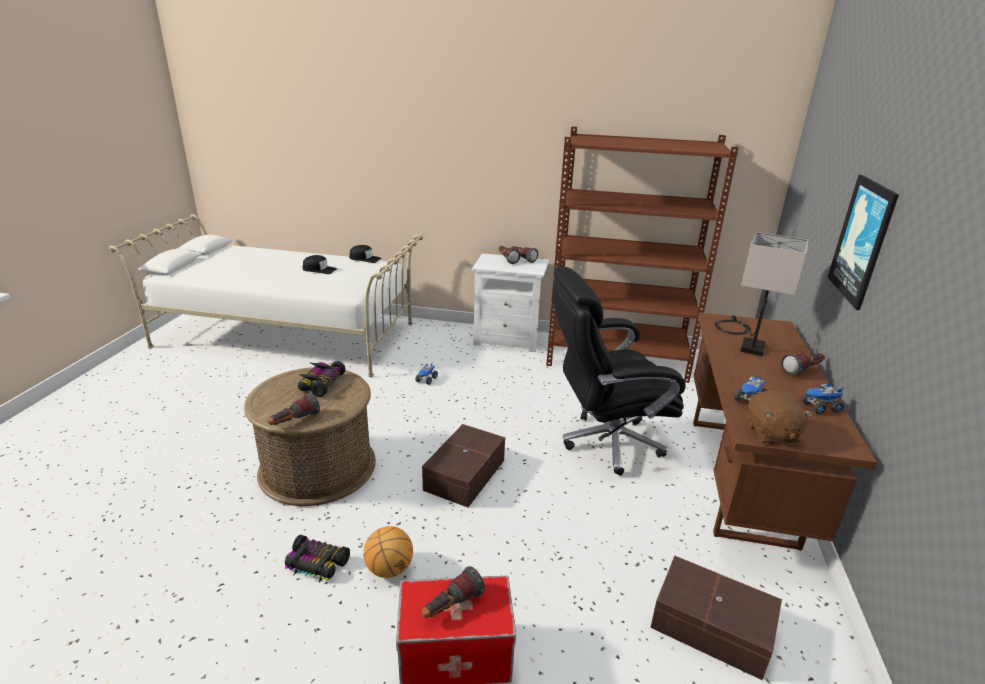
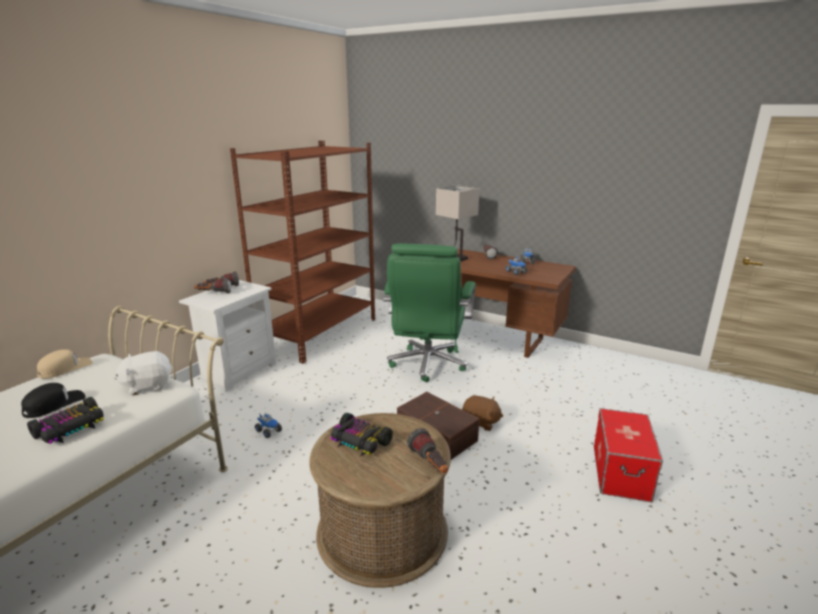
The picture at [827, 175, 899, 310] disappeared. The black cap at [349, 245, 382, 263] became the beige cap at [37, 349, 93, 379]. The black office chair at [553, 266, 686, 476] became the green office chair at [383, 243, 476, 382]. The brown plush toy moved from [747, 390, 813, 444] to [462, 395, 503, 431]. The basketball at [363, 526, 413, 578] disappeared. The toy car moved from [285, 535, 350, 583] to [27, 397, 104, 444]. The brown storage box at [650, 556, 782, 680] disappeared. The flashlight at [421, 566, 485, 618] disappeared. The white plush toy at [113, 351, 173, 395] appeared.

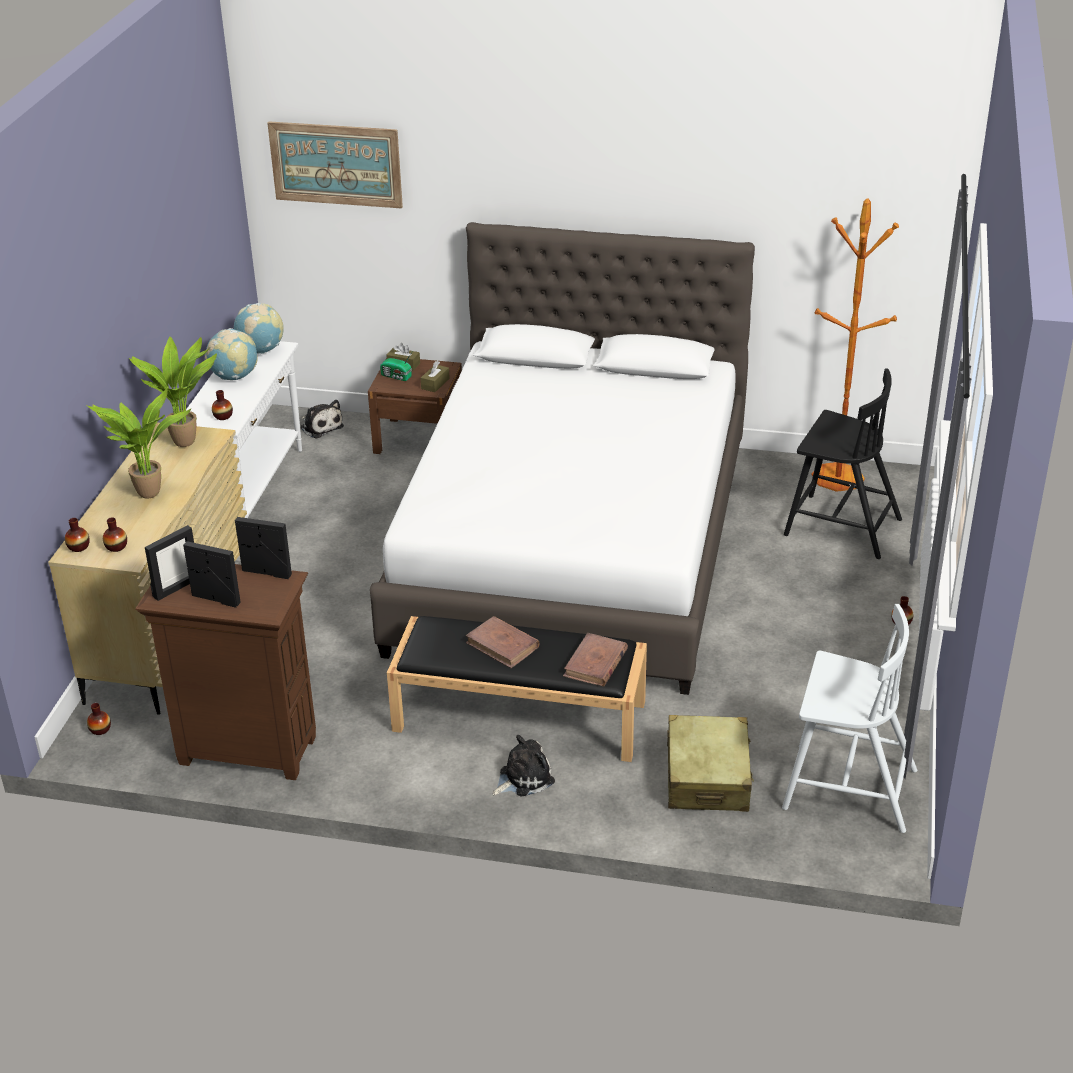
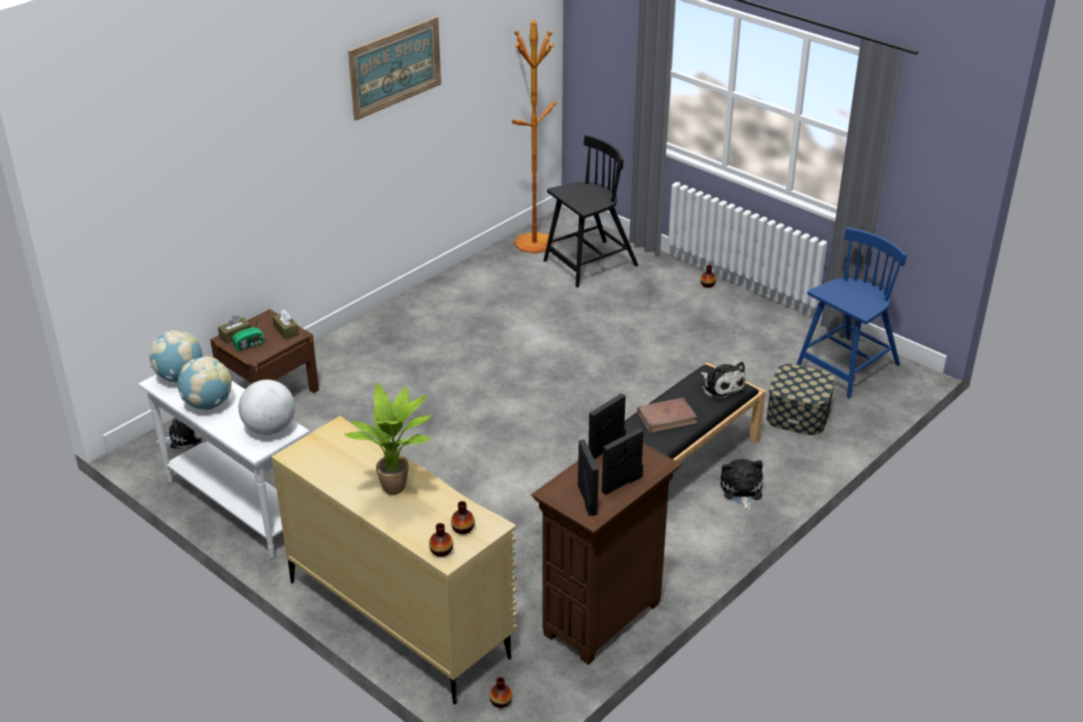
The picture moved from [267, 121, 403, 208] to [348, 17, 441, 121]. The white bed at [370, 222, 755, 695] disappeared. The potted plant at [129, 337, 217, 447] disappeared. The vase at [212, 390, 233, 420] was replaced by the globe at [239, 380, 295, 435]. The white chair at [782, 604, 917, 833] became the blue chair at [796, 227, 907, 398]. The brown book at [563, 633, 628, 687] was replaced by the plush toy at [700, 362, 746, 401]. The beige suitcase at [667, 715, 754, 812] was replaced by the storage box at [766, 364, 835, 435].

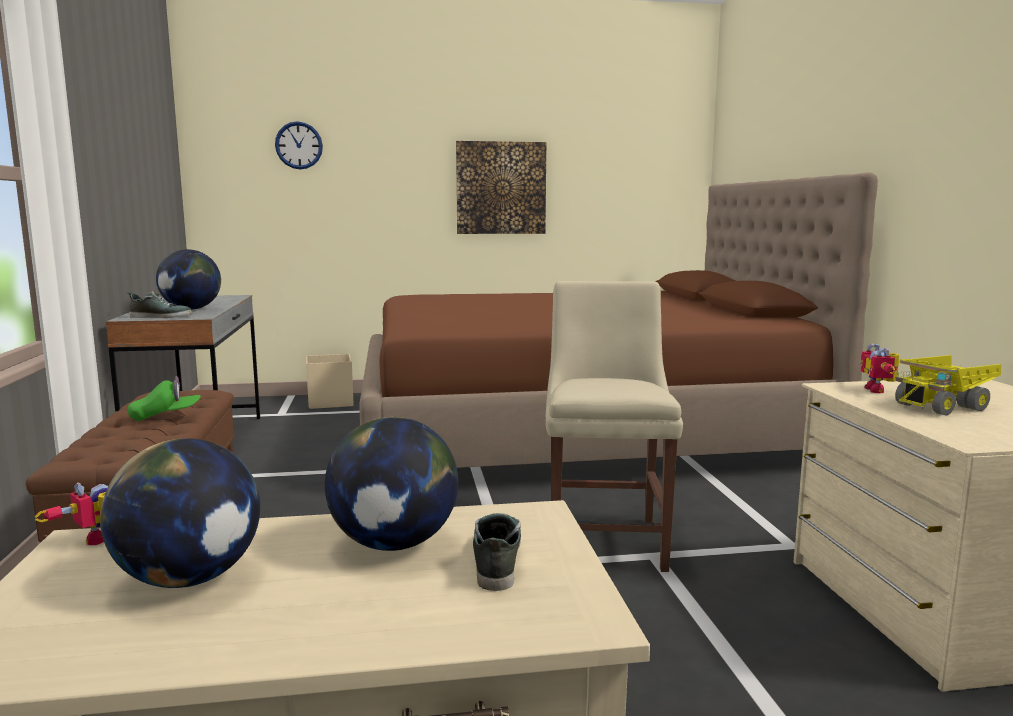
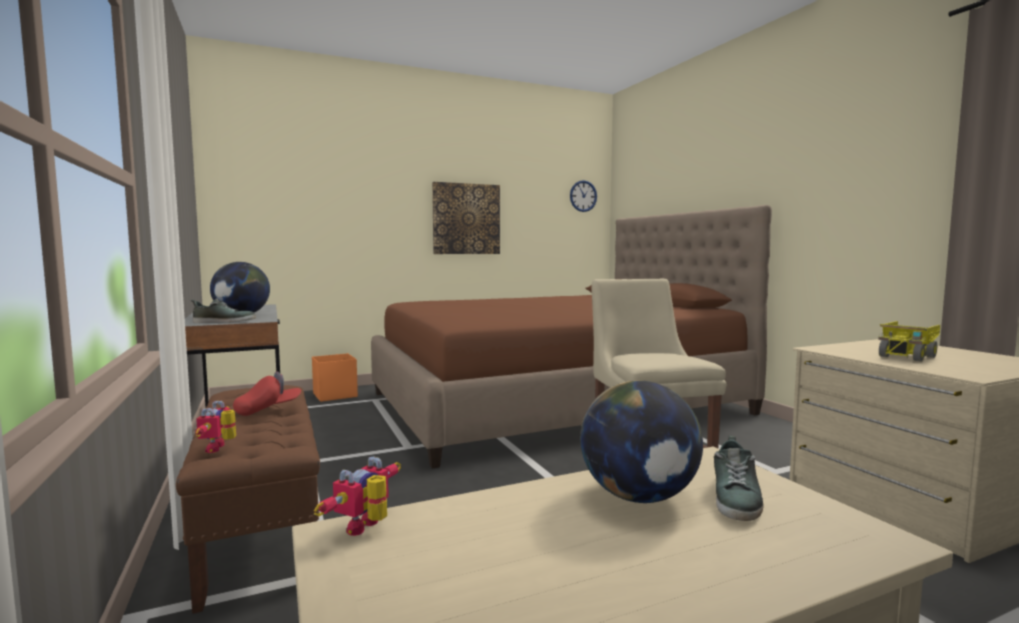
The wall clock moved from [275, 121, 323, 169] to [570, 180, 597, 212]. The toy robot moved from [861, 343, 900, 393] to [195, 401, 236, 453]. The beige storage box at [306, 354, 353, 409] became the orange storage box at [312, 353, 358, 402]. The green cap at [127, 376, 201, 421] became the red cap at [233, 371, 301, 416]. The globe at [100, 438, 260, 588] disappeared. The shoe at [473, 513, 521, 591] turned 150 degrees counterclockwise.

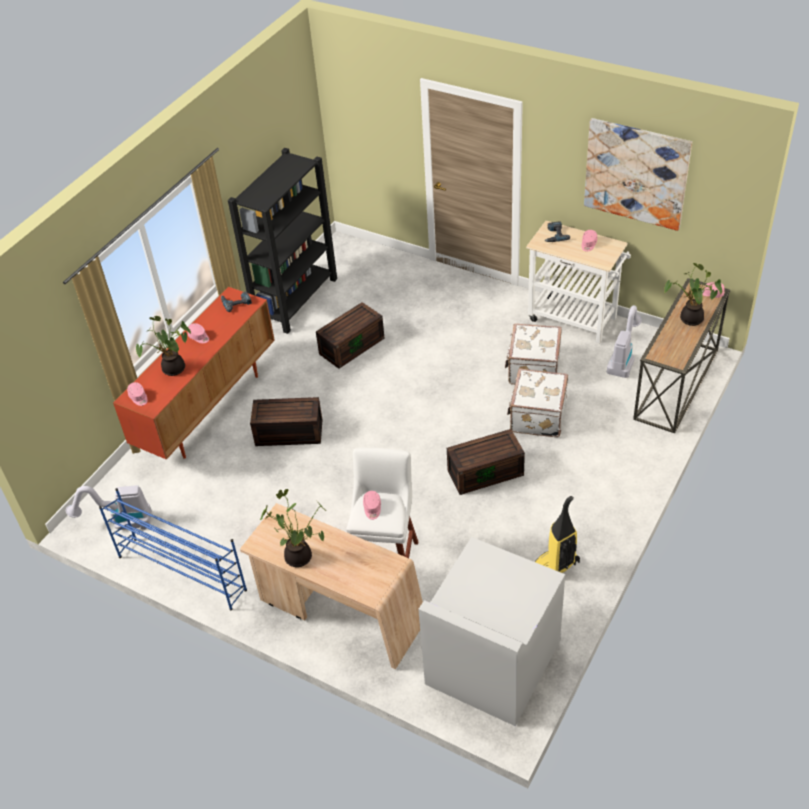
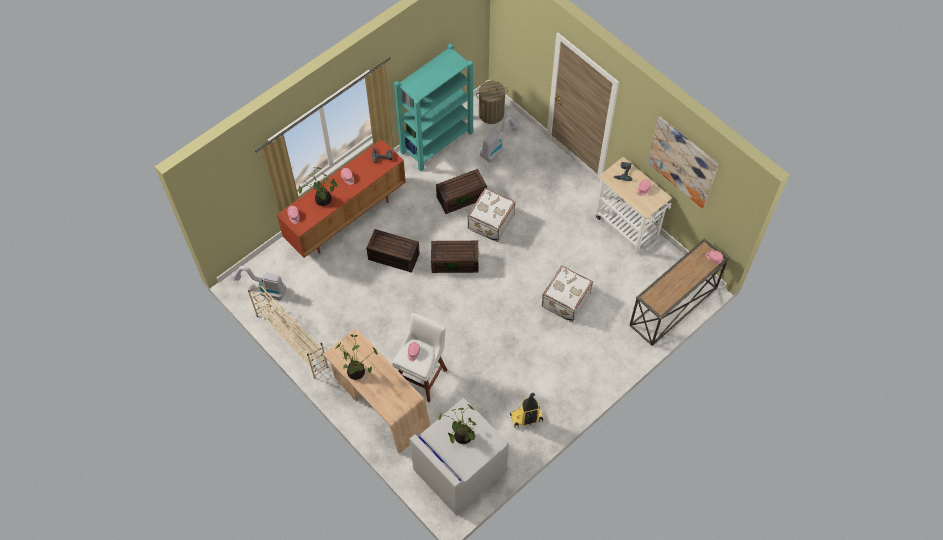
The black bookcase at [228, 148, 337, 334] became the turquoise bookcase at [394, 43, 473, 171]. The potted plant moved from [664, 263, 722, 326] to [438, 404, 476, 444]. The vacuum cleaner moved from [607, 305, 642, 378] to [480, 116, 519, 163]. The white suitcase moved from [505, 323, 562, 385] to [467, 188, 516, 242]. The brown storage box moved from [447, 429, 525, 495] to [431, 241, 479, 273]. The blue shoe rack at [99, 488, 247, 611] became the beige shoe rack at [248, 280, 329, 379]. The laundry basket at [476, 81, 508, 124] appeared.

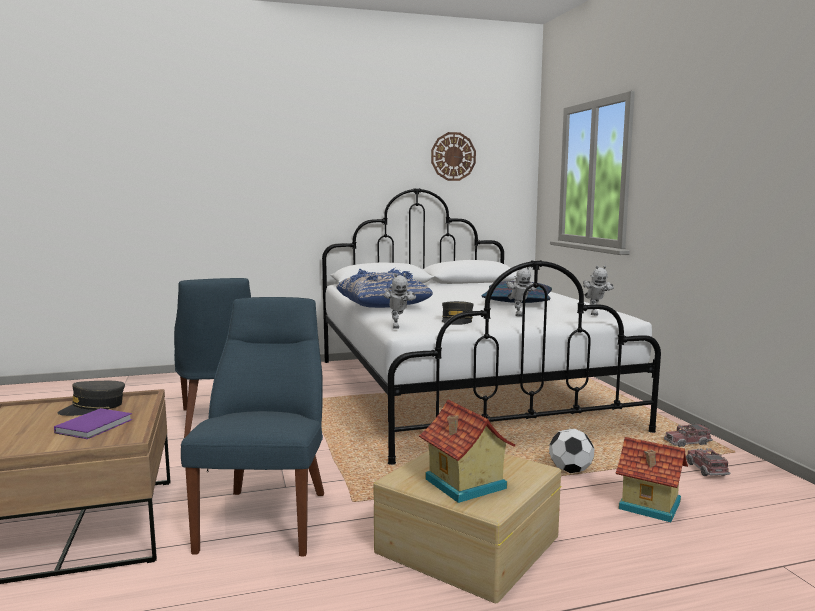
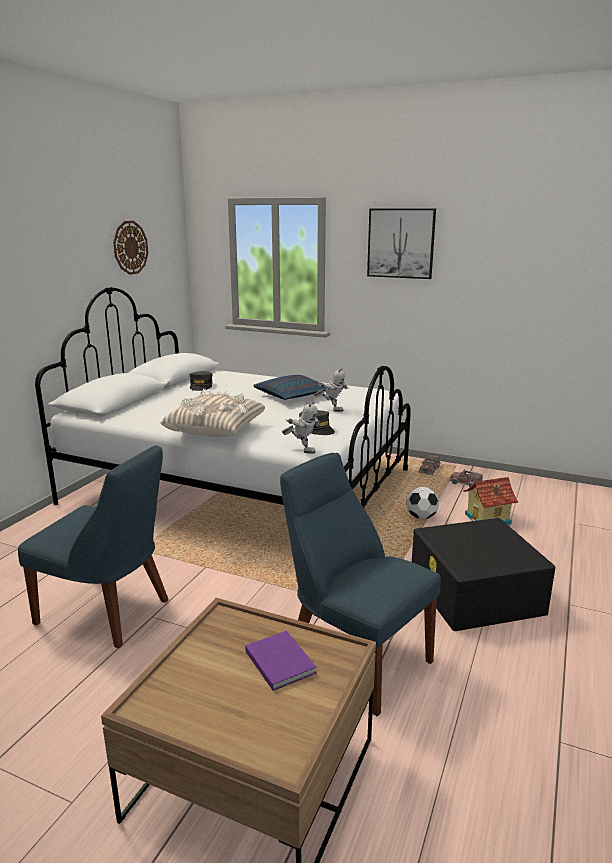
The toy robot at [583, 266, 614, 315] disappeared. The blue pillow at [336, 267, 433, 308] became the beige pillow at [161, 388, 265, 437]. The grey cap moved from [58, 381, 125, 416] to [189, 371, 213, 391]. The toy house at [419, 400, 516, 503] disappeared. The beige storage box at [373, 451, 562, 603] became the black storage box at [412, 518, 555, 631]. The picture at [367, 209, 436, 279] appeared.

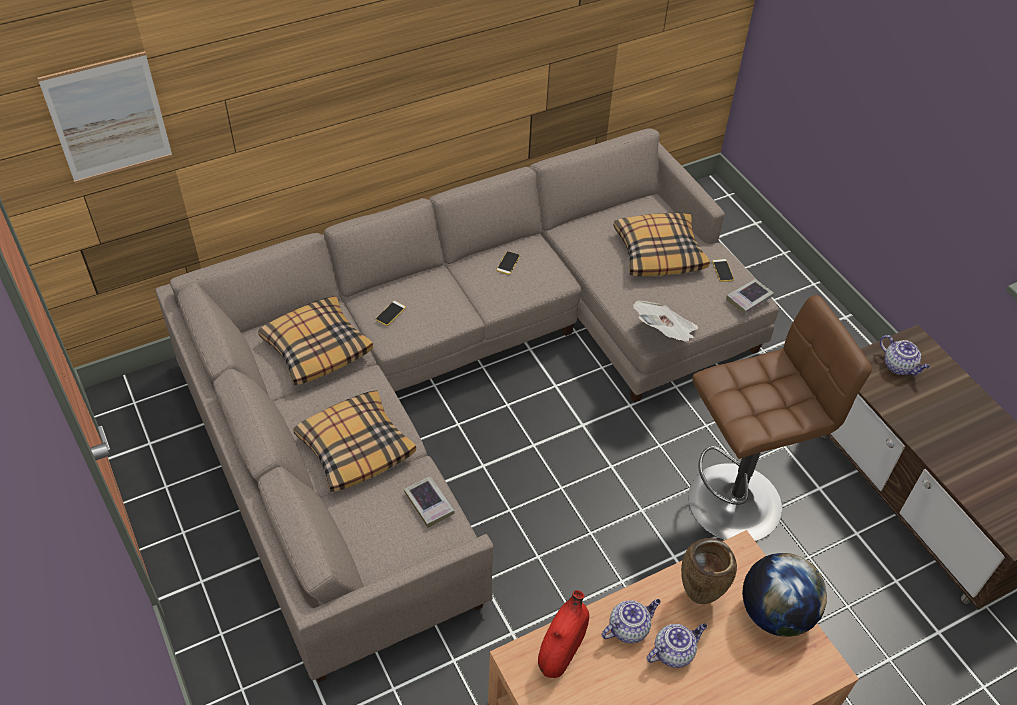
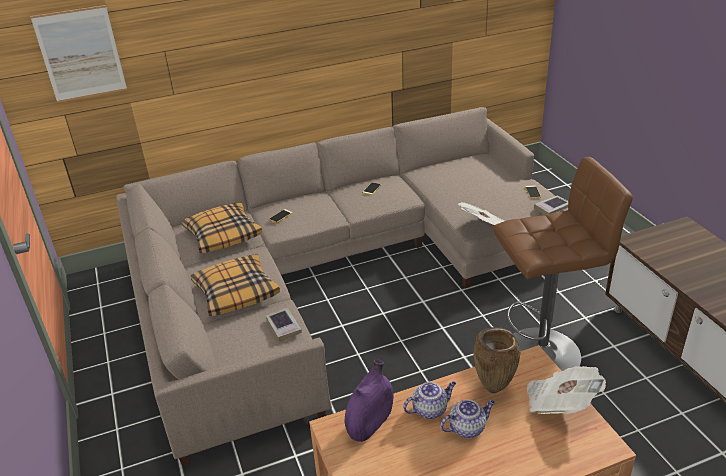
The pillow at [614, 213, 710, 276] disappeared. The teapot at [880, 335, 930, 375] disappeared. The globe at [742, 553, 827, 637] was replaced by the newspaper at [527, 366, 606, 414]. The red vase at [538, 590, 589, 678] became the purple vase at [345, 360, 394, 442].

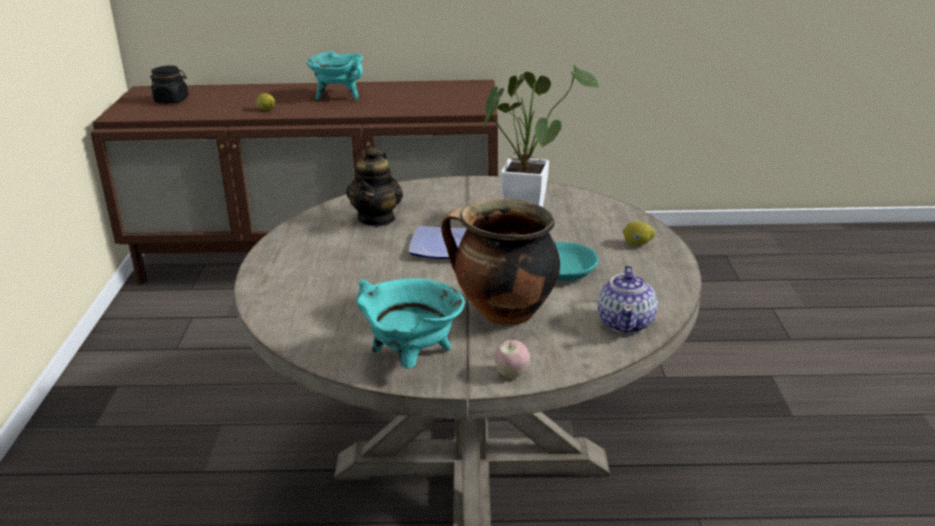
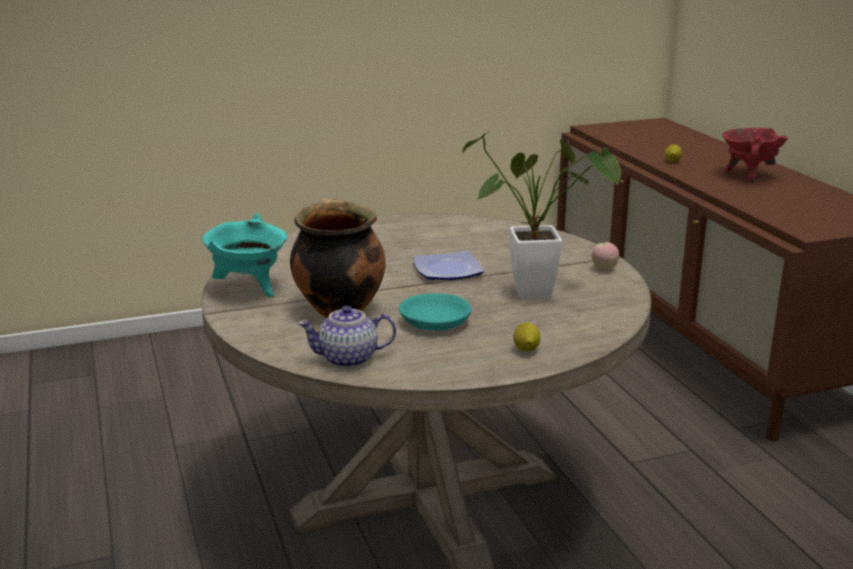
The turquoise cooking pot at [306, 51, 363, 100] became the red cooking pot at [722, 128, 788, 184]. The black jar at [150, 65, 189, 104] disappeared. The teapot at [346, 147, 403, 226] disappeared. The apple moved from [494, 340, 530, 379] to [592, 240, 619, 270].

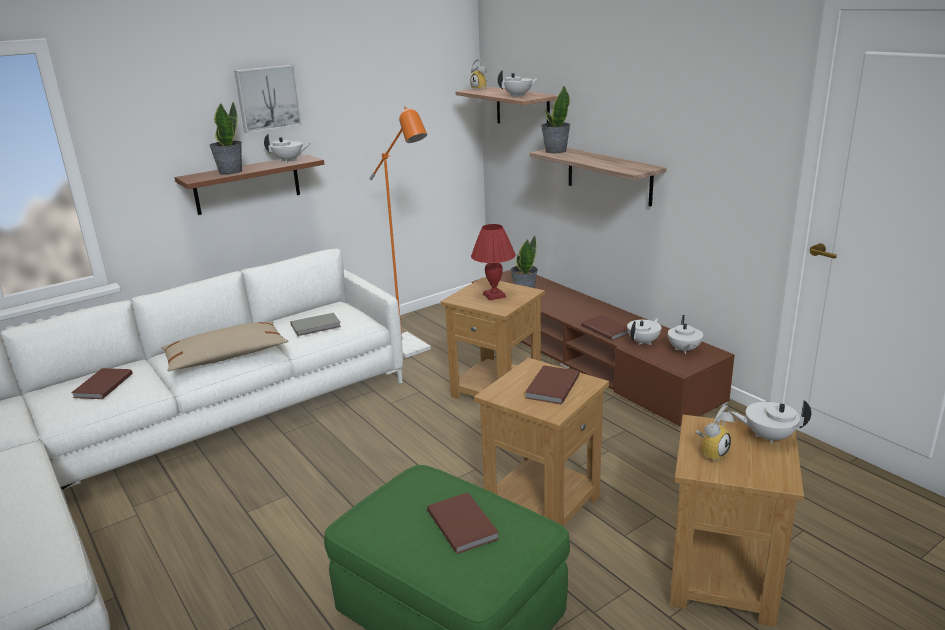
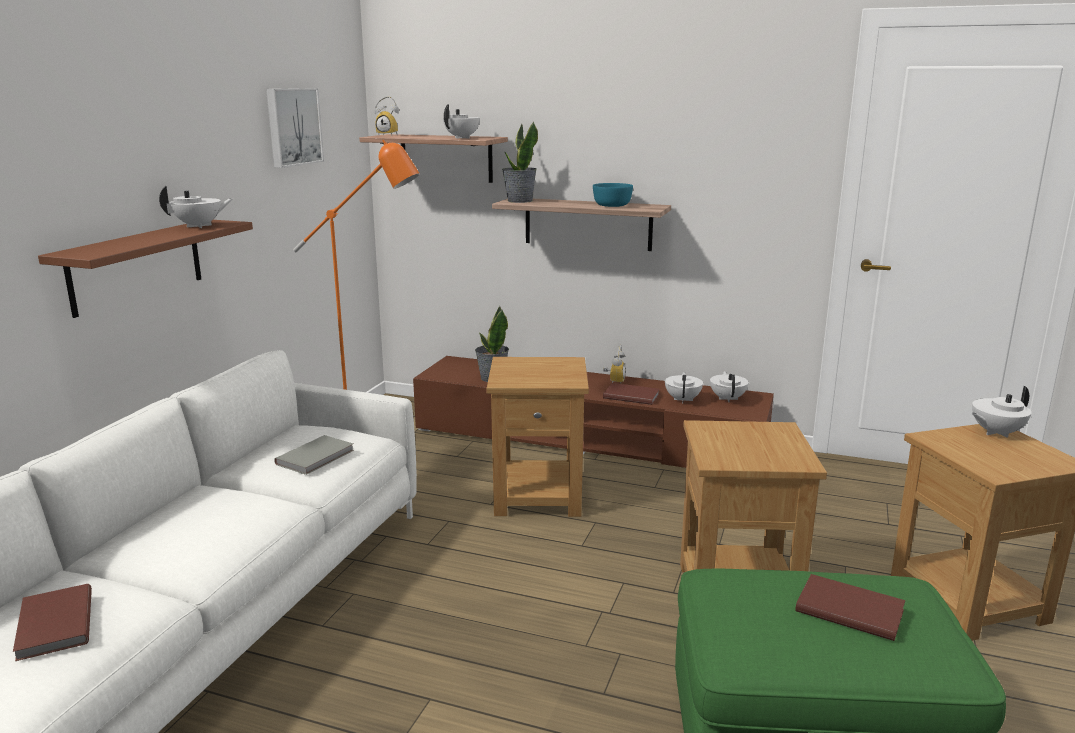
The picture moved from [234, 65, 302, 133] to [266, 88, 324, 168]. The potted plant at [209, 102, 242, 175] disappeared. The red table lamp at [471, 224, 516, 300] disappeared. The white teapot at [668, 315, 703, 354] turned 150 degrees counterclockwise. The beige pillow at [161, 321, 289, 371] disappeared. The brown book at [525, 365, 579, 404] disappeared. The alarm clock moved from [695, 405, 734, 462] to [603, 345, 626, 383]. The turquoise bowl at [593, 183, 633, 207] appeared.

